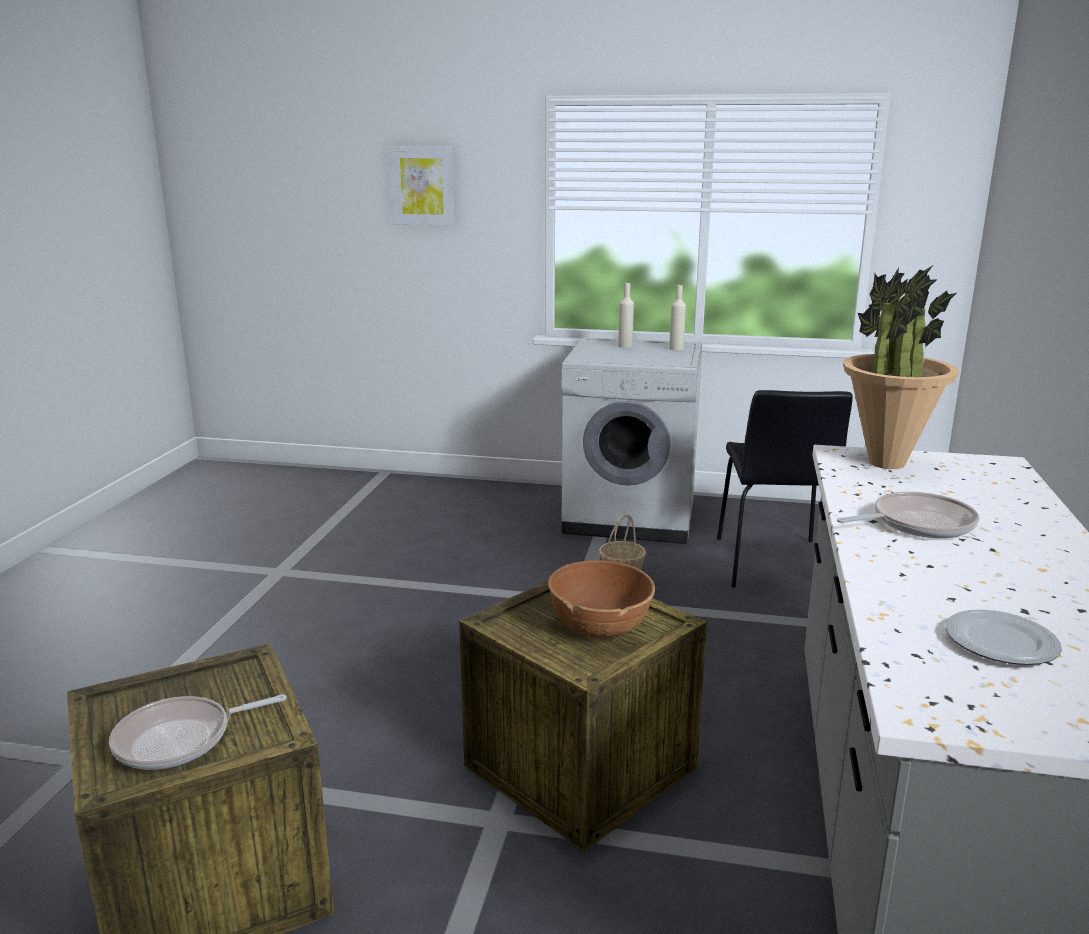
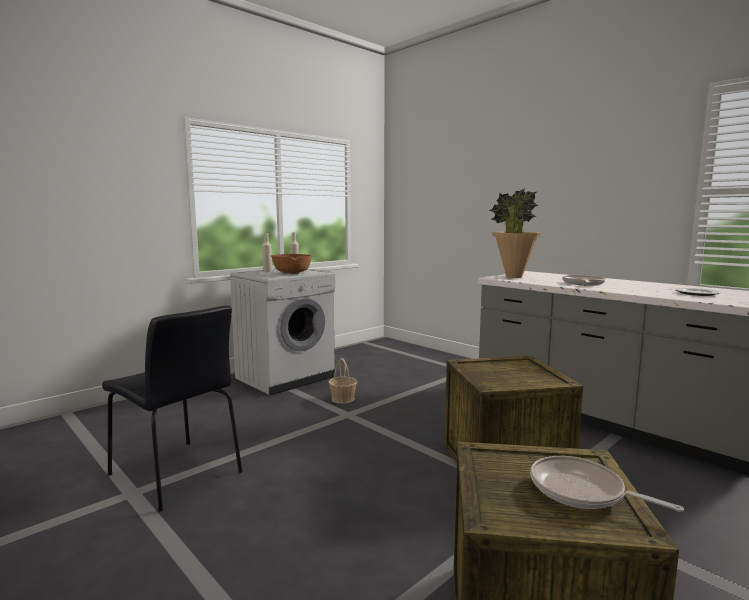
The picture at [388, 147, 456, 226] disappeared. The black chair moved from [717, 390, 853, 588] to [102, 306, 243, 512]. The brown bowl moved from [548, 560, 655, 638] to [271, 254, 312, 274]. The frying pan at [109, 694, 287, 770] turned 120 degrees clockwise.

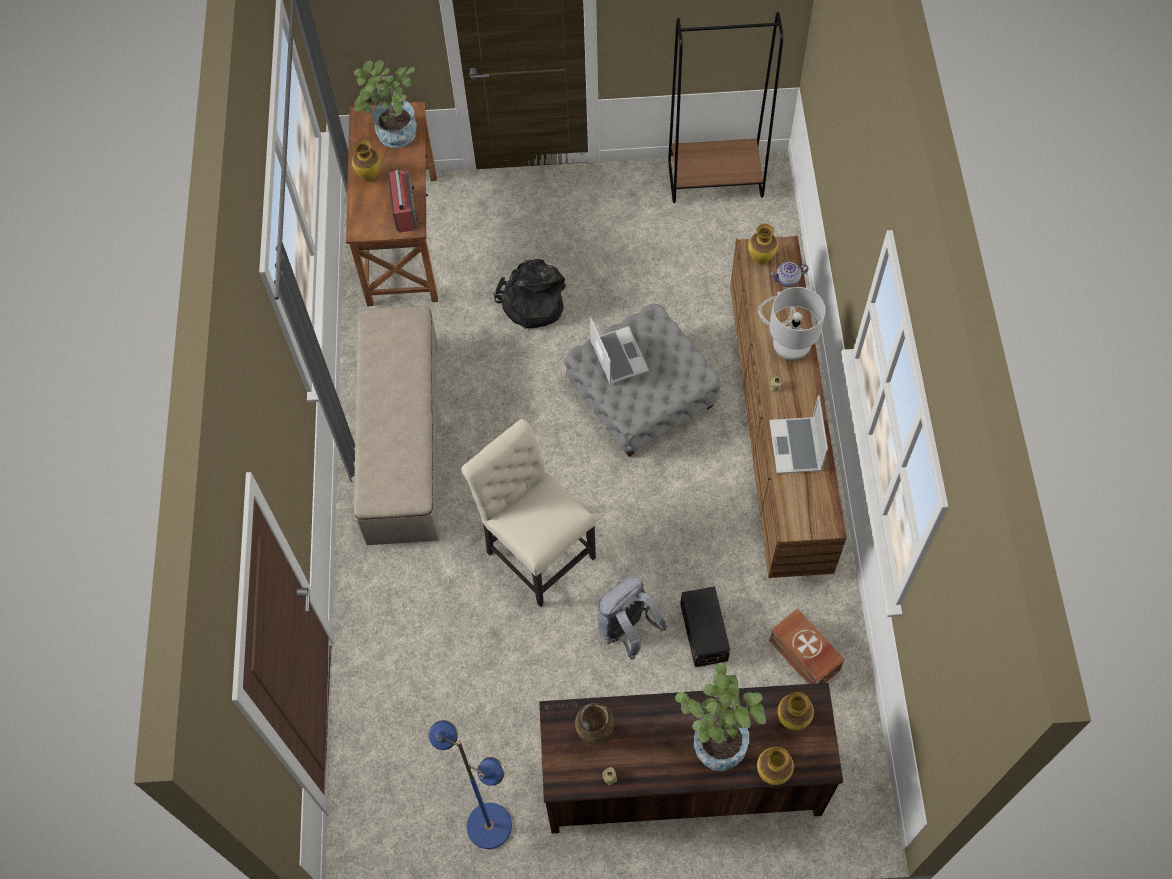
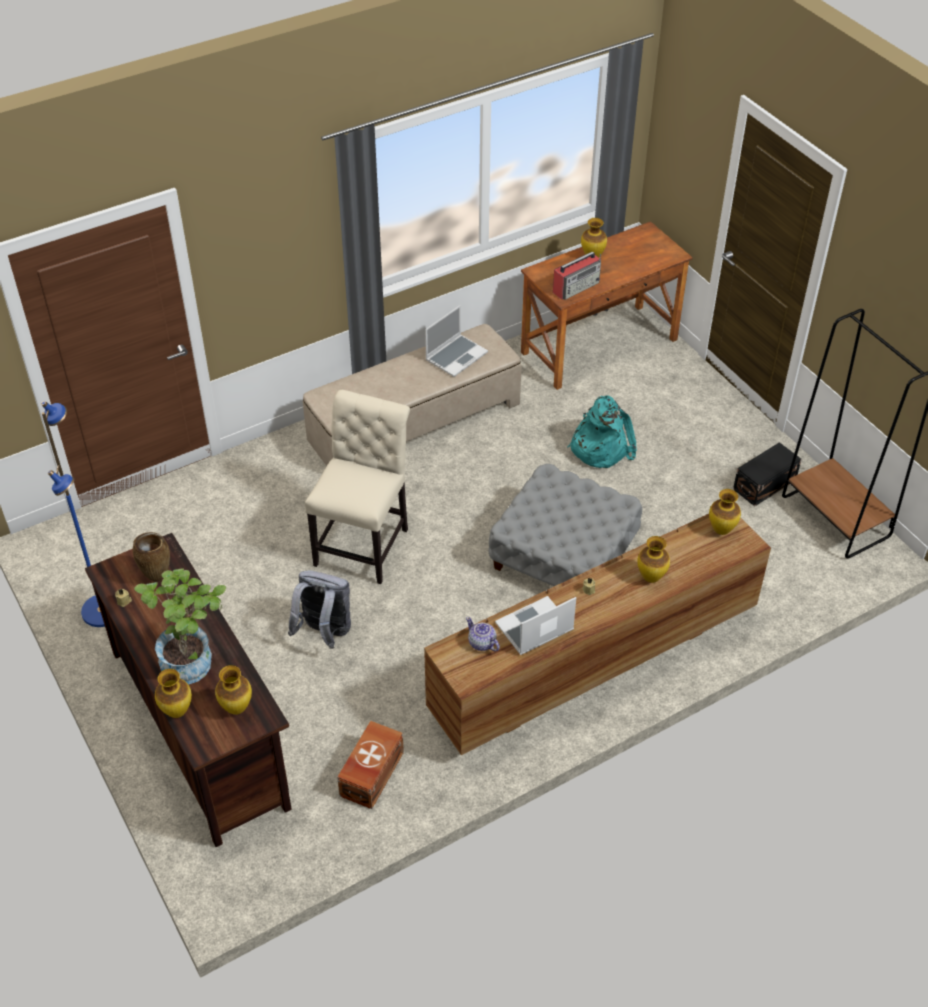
The potted plant at [354, 60, 417, 148] disappeared. The black backpack at [493, 259, 566, 329] became the turquoise backpack at [567, 395, 637, 468]. The teapot moved from [770, 262, 809, 287] to [466, 617, 500, 651]. The grey table lamp at [758, 287, 826, 361] was replaced by the vase at [637, 536, 670, 583]. The laptop moved from [590, 316, 649, 384] to [425, 305, 488, 377]. The black storage box moved from [680, 586, 730, 667] to [733, 442, 801, 506].

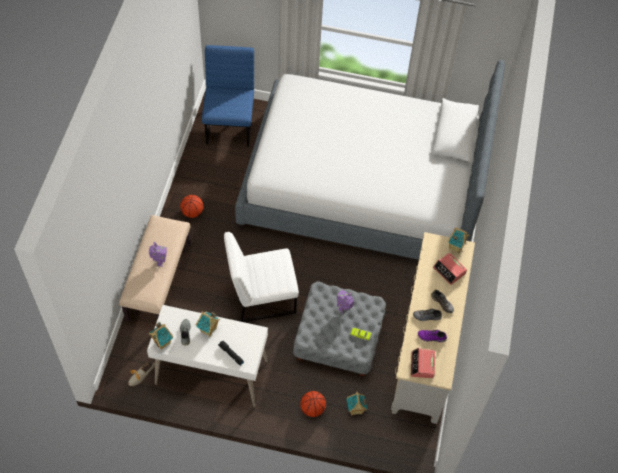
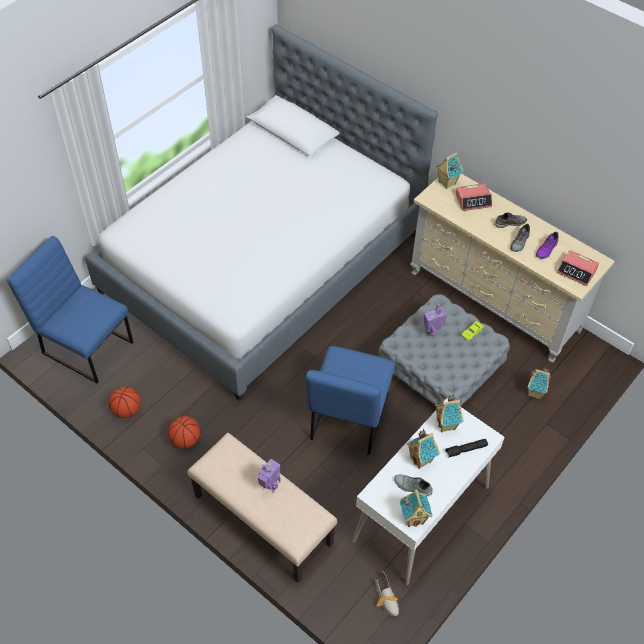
The white chair at [224, 232, 299, 322] became the blue chair at [306, 346, 395, 455]. The basketball moved from [300, 391, 326, 417] to [109, 387, 141, 418]. The toy house at [435, 394, 464, 432] appeared.

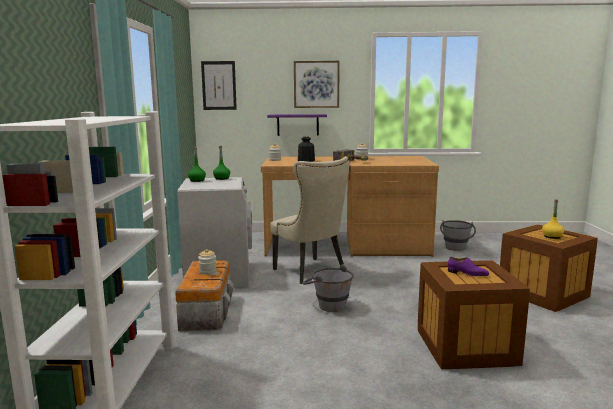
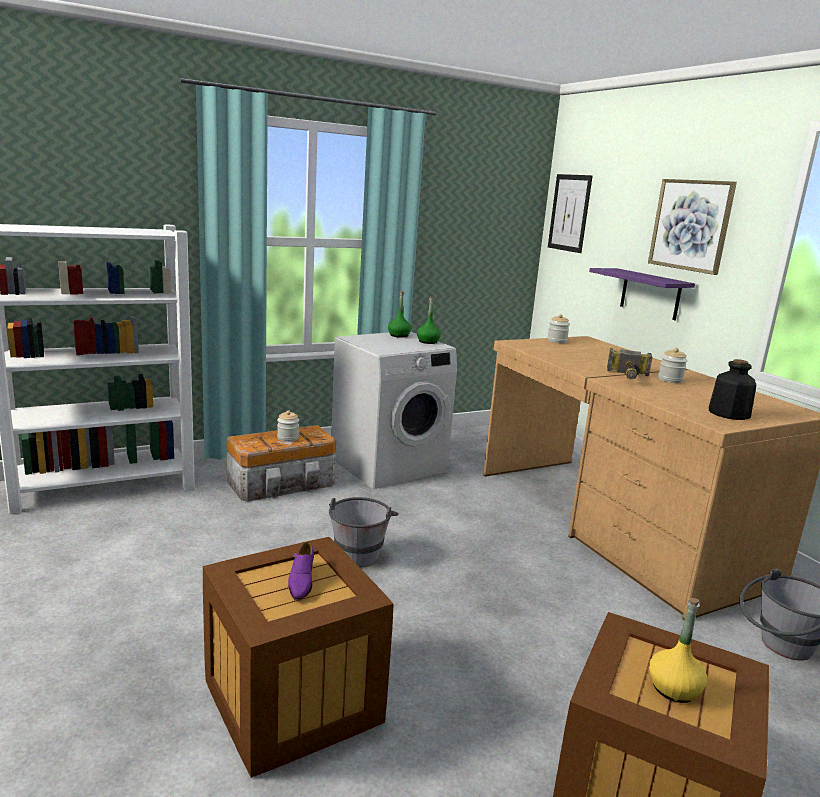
The bottle moved from [298, 136, 315, 162] to [709, 359, 756, 420]. The beige chair at [270, 156, 349, 284] disappeared.

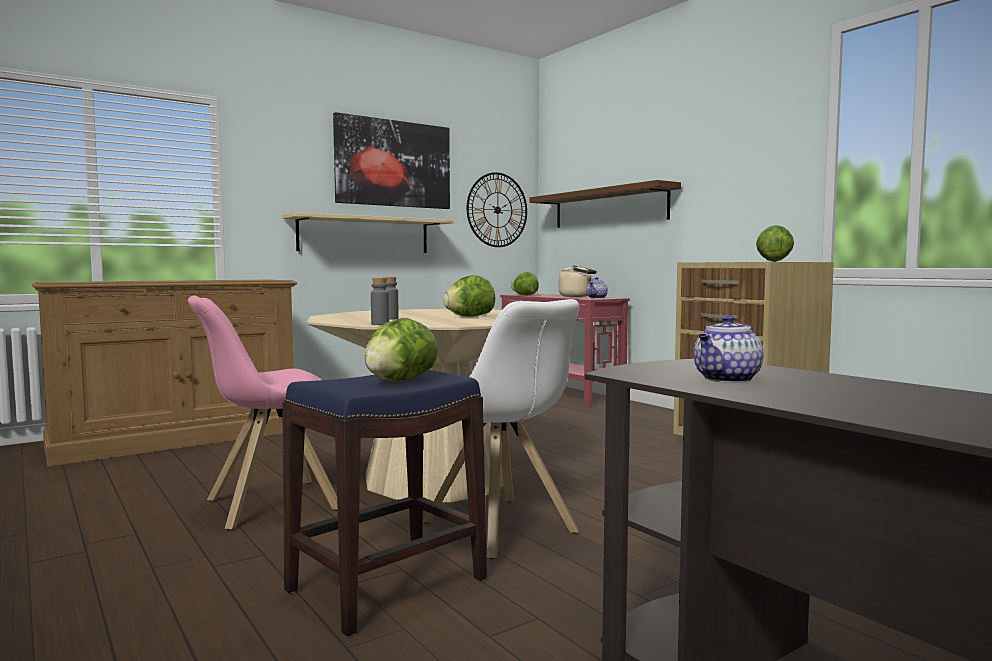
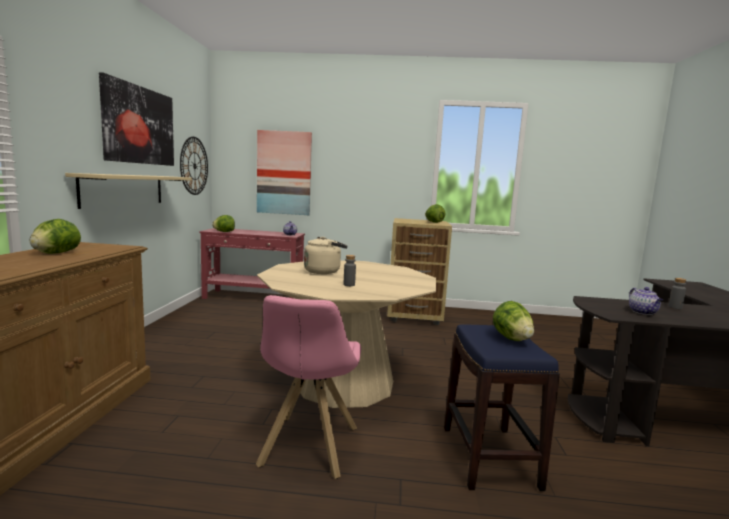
The brown shelf at [529, 180, 681, 228] was replaced by the picture at [257, 130, 312, 215]. The beige kettle moved from [559, 265, 597, 297] to [304, 237, 347, 274]. The lettuce moved from [443, 275, 495, 317] to [30, 219, 81, 254]. The grey bottle moved from [371, 278, 389, 325] to [668, 278, 686, 309]. The white chair at [423, 299, 579, 559] disappeared.

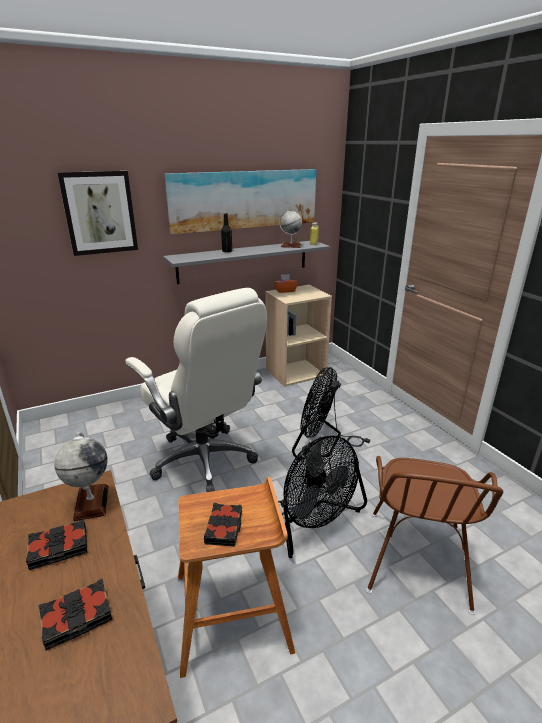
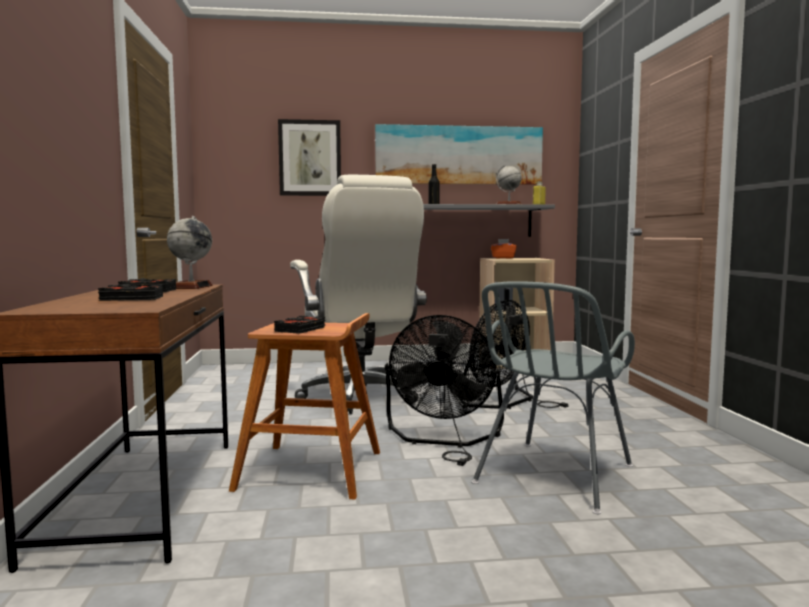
The black fan at [278, 436, 367, 558] turned 150 degrees counterclockwise. The brown chair at [366, 456, 503, 615] became the grey chair at [471, 281, 635, 514].

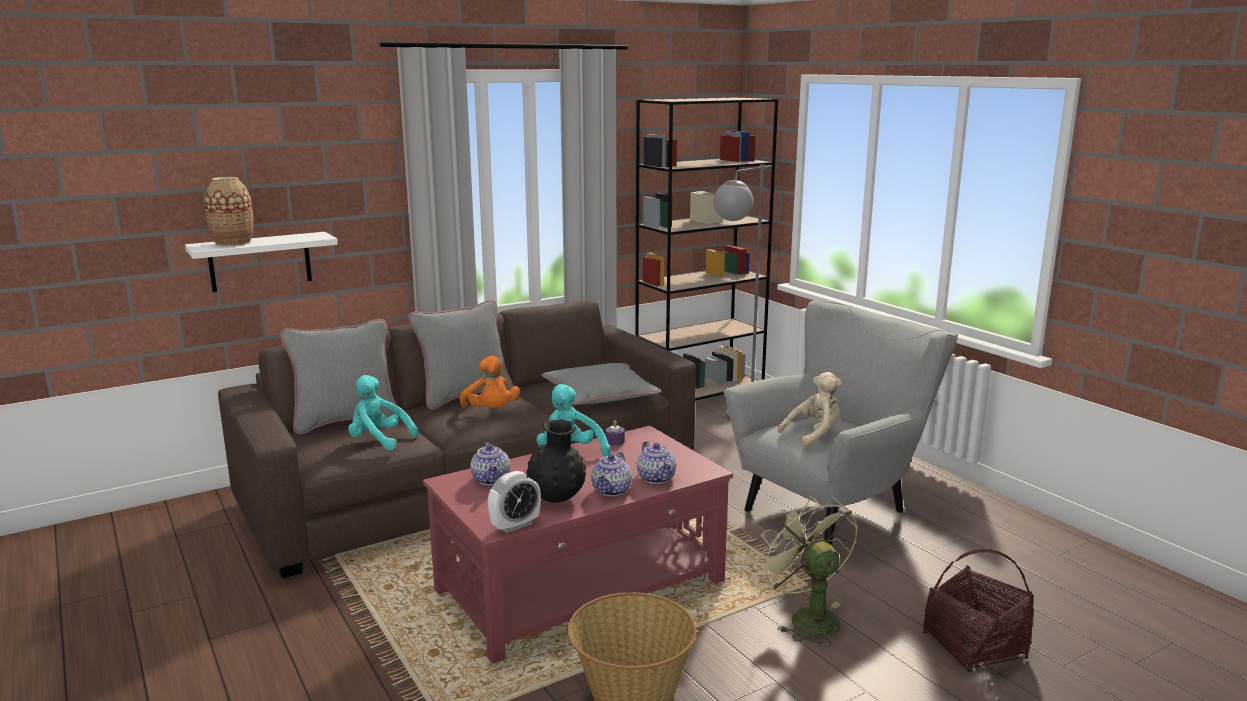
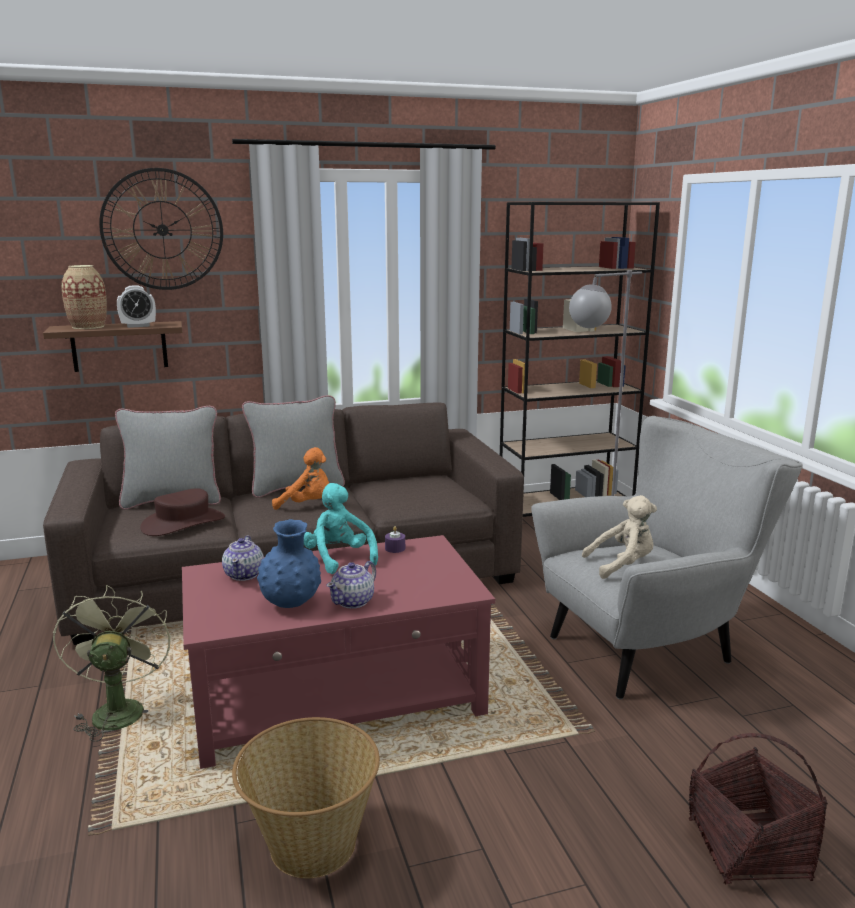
The white shelf at [185, 232, 338, 292] became the brown shelf at [43, 321, 183, 372]. The orange plush toy at [460, 356, 520, 408] turned 60 degrees counterclockwise. The grey pillow at [541, 363, 661, 405] disappeared. The turquoise plush toy at [348, 375, 418, 451] was replaced by the brown hat at [140, 488, 225, 536]. The black vase at [527, 419, 586, 503] became the blue vase at [257, 519, 321, 608]. The teapot at [637, 441, 676, 484] disappeared. The alarm clock moved from [488, 471, 541, 533] to [117, 285, 156, 328]. The green fan moved from [756, 495, 858, 647] to [53, 585, 171, 742]. The wall clock at [99, 168, 223, 290] appeared.

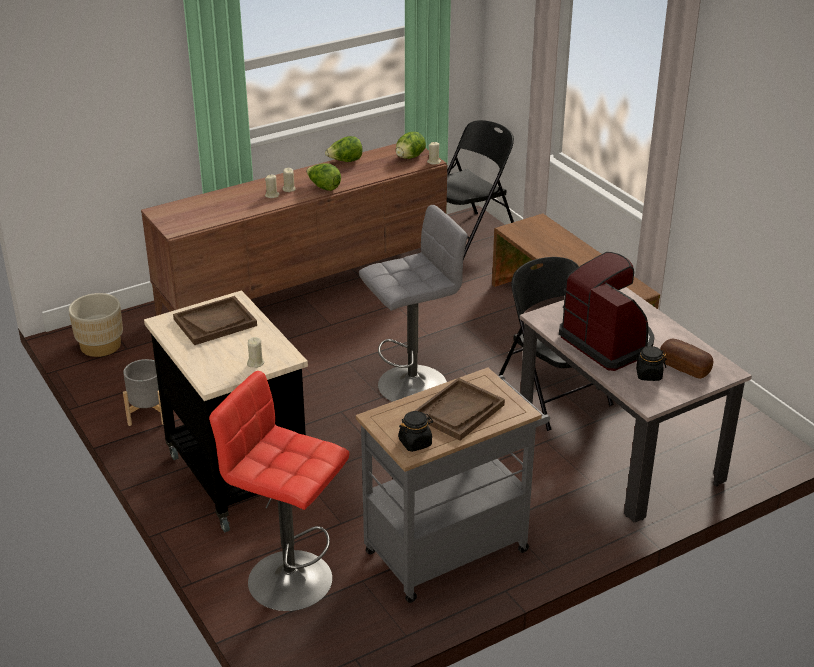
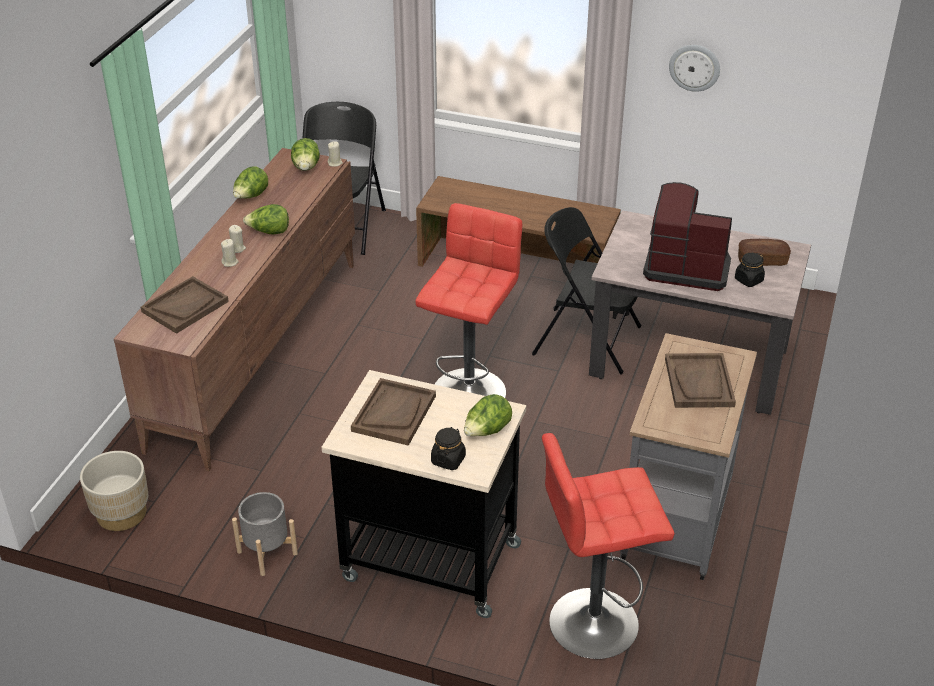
The grey stool at [359, 205, 467, 402] became the red stool at [415, 203, 522, 398]. The beige candle at [247, 337, 264, 368] was replaced by the lettuce at [464, 394, 512, 436]. The black jar moved from [398, 411, 433, 452] to [431, 427, 466, 470]. The wall clock at [669, 45, 720, 92] appeared. The brown tray at [141, 276, 229, 334] appeared.

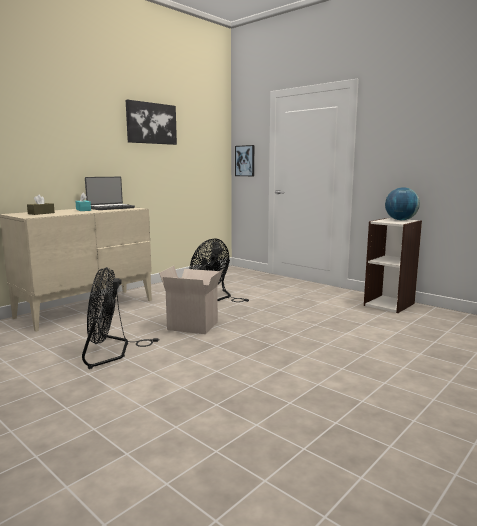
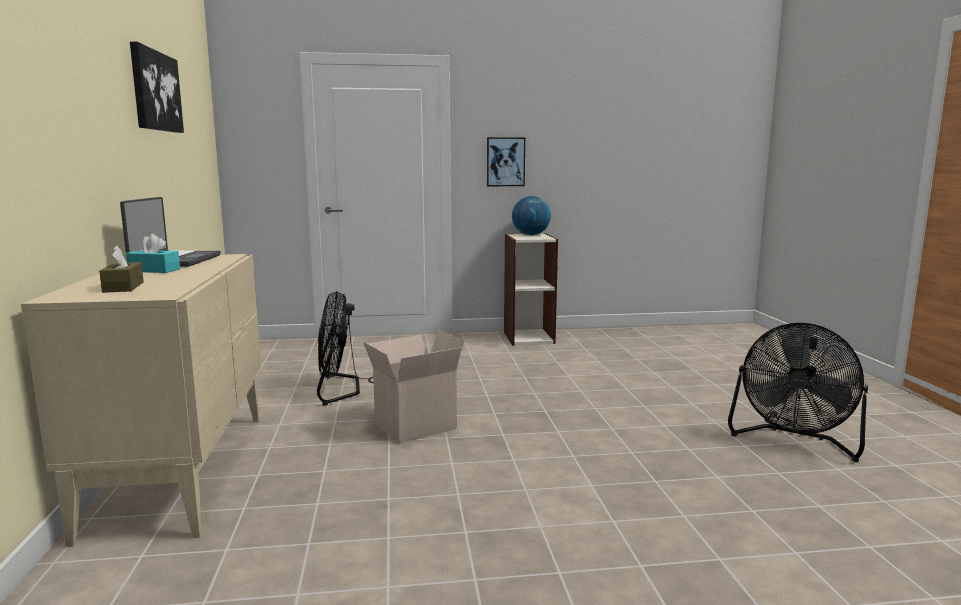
The picture moved from [235, 145, 254, 176] to [487, 137, 525, 186]. The black fan moved from [82, 267, 160, 369] to [728, 323, 868, 462].

